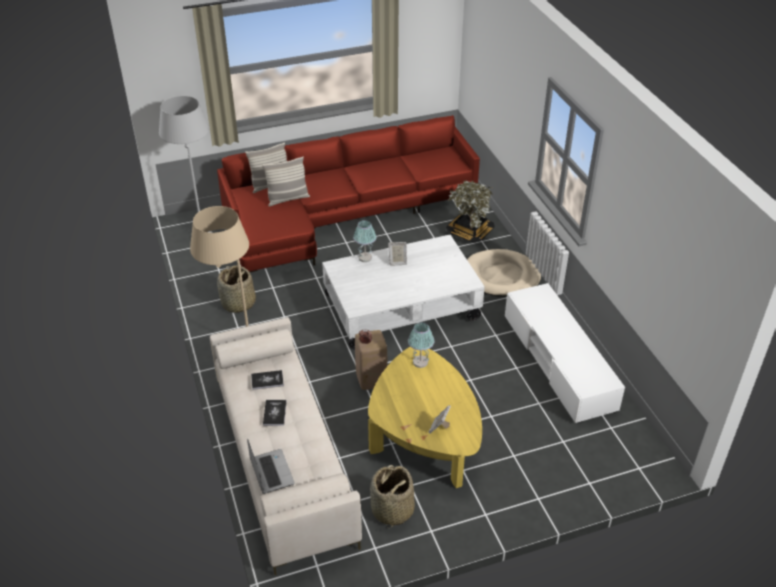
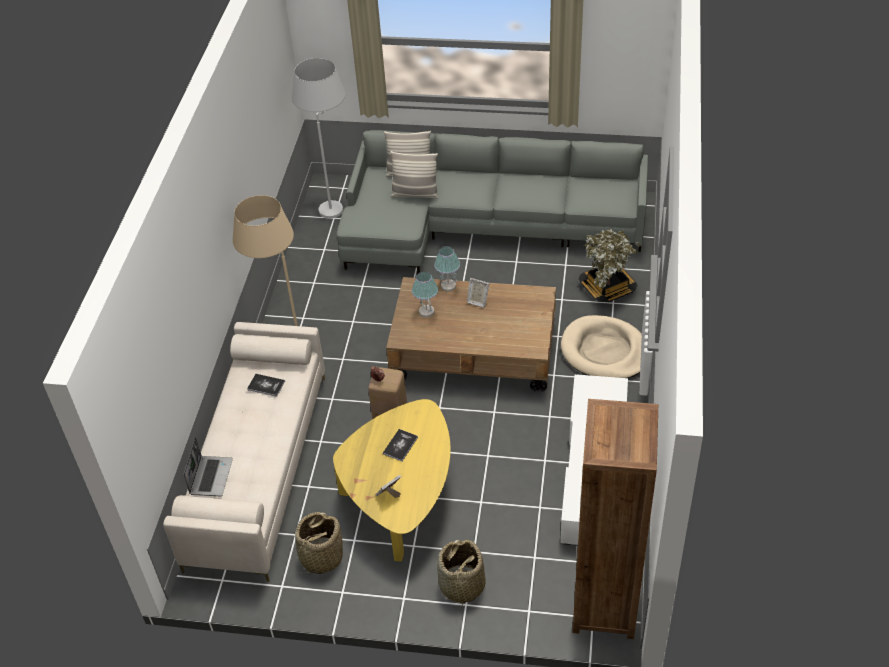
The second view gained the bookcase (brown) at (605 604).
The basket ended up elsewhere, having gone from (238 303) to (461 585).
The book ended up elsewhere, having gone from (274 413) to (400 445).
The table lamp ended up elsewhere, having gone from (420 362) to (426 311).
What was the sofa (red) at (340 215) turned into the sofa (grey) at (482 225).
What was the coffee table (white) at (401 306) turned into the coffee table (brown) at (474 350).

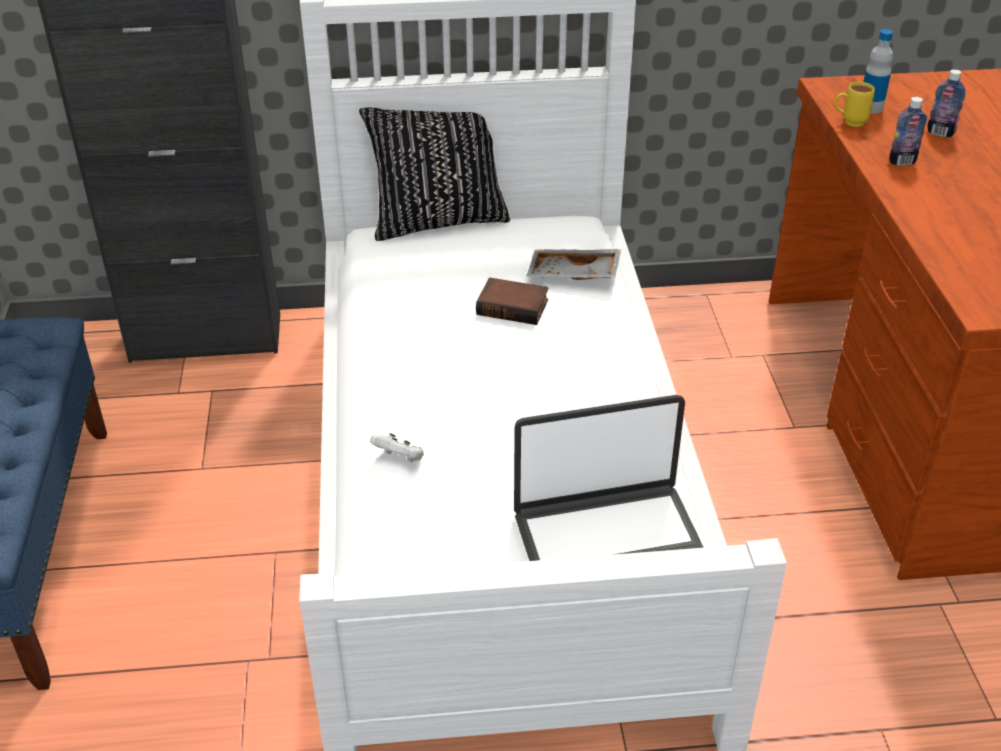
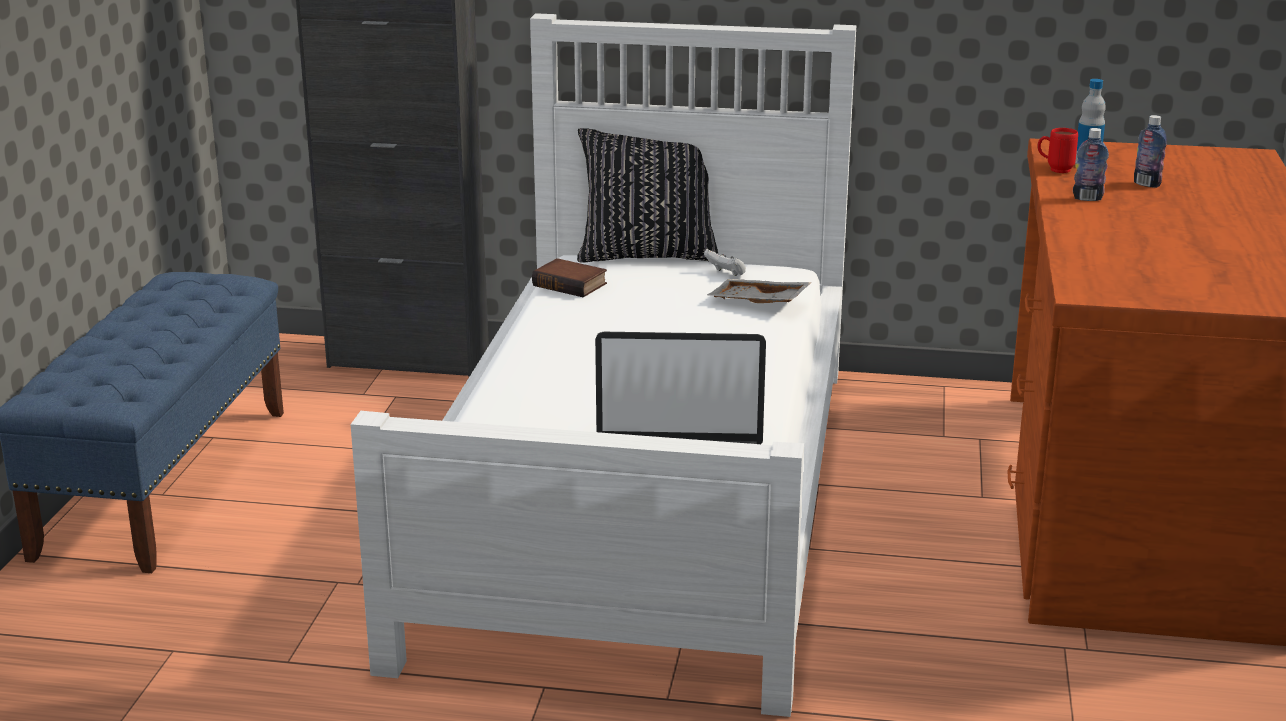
The game controller (white) ended up elsewhere, having gone from (400 458) to (726 273).
The book ended up elsewhere, having gone from (514 306) to (571 284).
What was the mug (yellow) at (849 123) turned into the mug (red) at (1054 170).

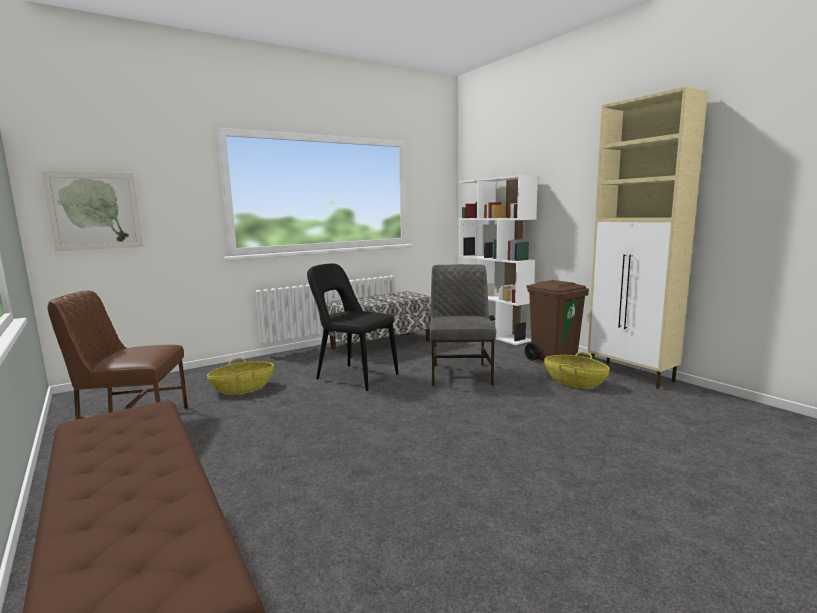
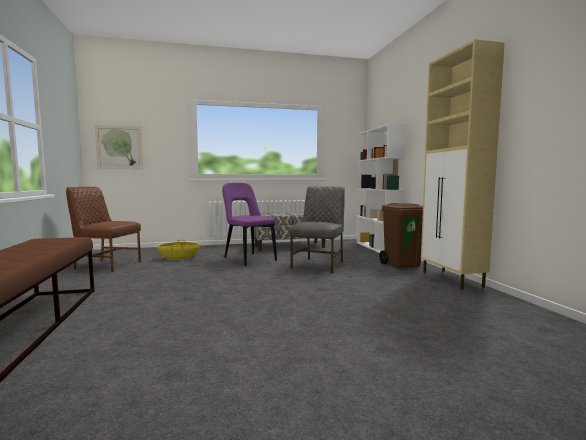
The second view lost the basket at (574 382).
What was the chair (black) at (354 377) turned into the chair (purple) at (248 259).

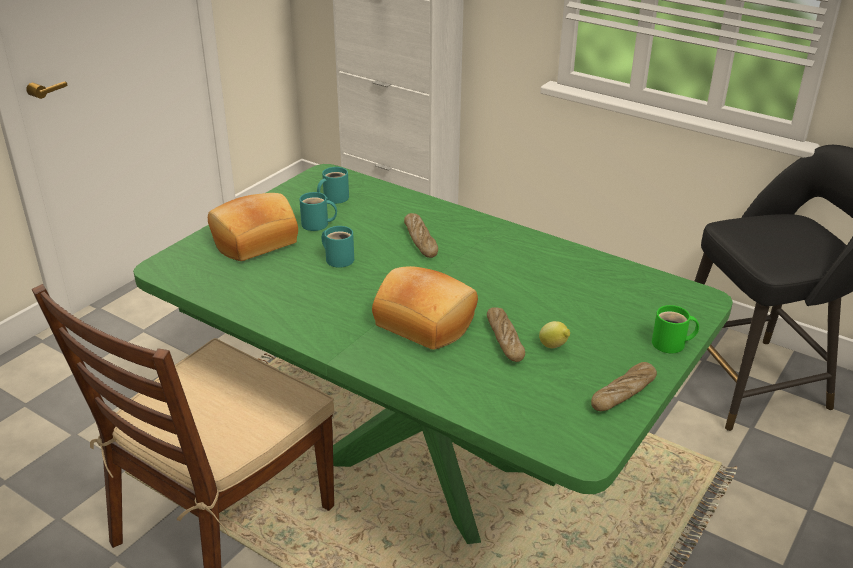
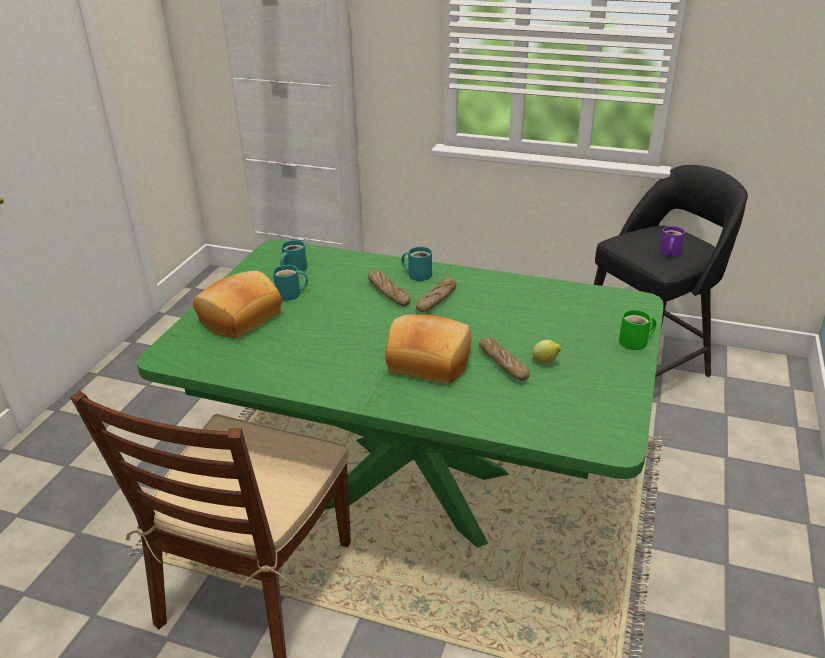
The second view gained the mug (purple) at (669 252).
The mug (turquoise) ended up elsewhere, having gone from (338 258) to (418 274).
The bread ended up elsewhere, having gone from (623 393) to (436 300).

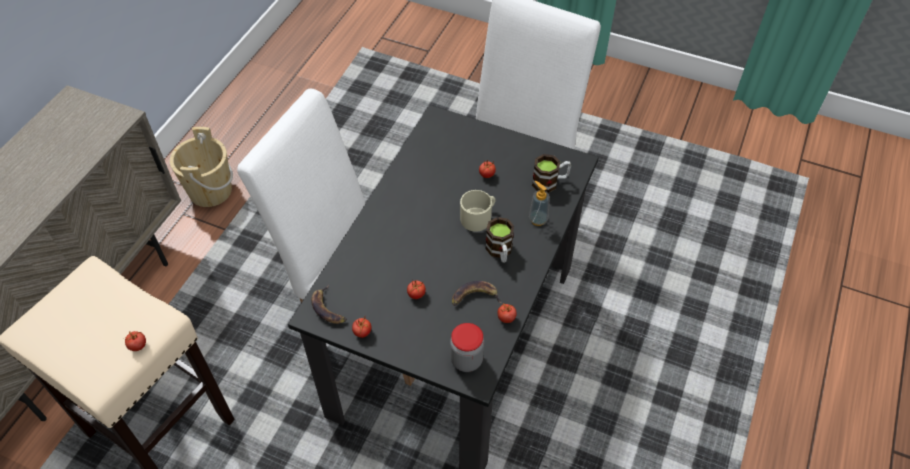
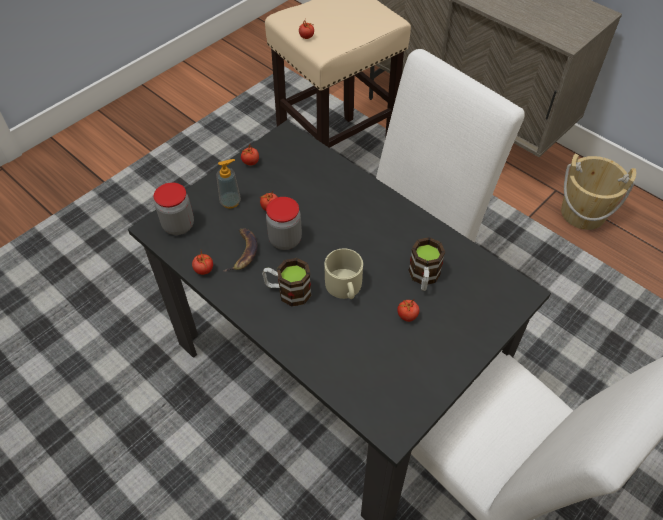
The second view lost the banana at (328 308).
The second view gained the jar at (285 240).
The soap dispenser ended up elsewhere, having gone from (538 219) to (230 202).
The mug ended up elsewhere, having gone from (550 182) to (424 278).

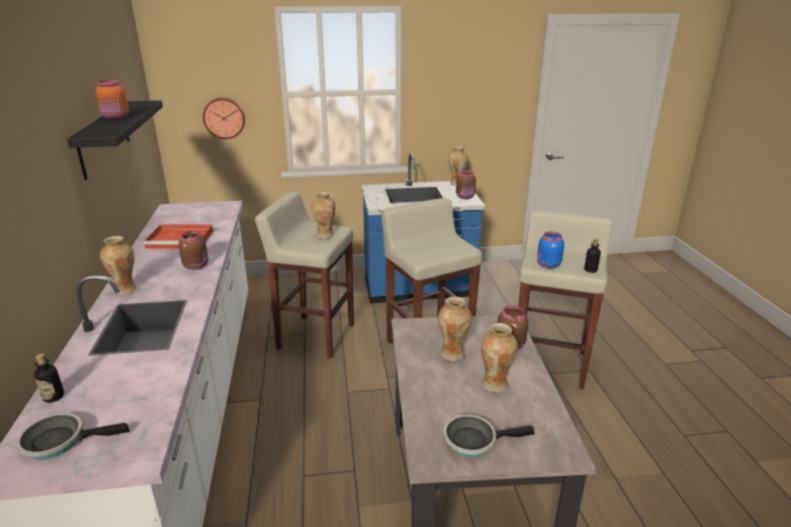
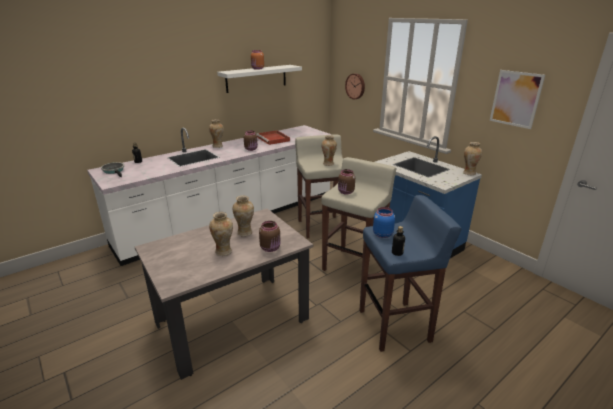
The second view lost the frying pan at (474 440).
The second view gained the picture at (515 99).
The jar (brown) ended up elsewhere, having gone from (465 197) to (346 192).
What was the shelf (black) at (104 138) turned into the shelf (white) at (256 78).
What was the stool (beige) at (549 363) turned into the stool (blue) at (395 325).

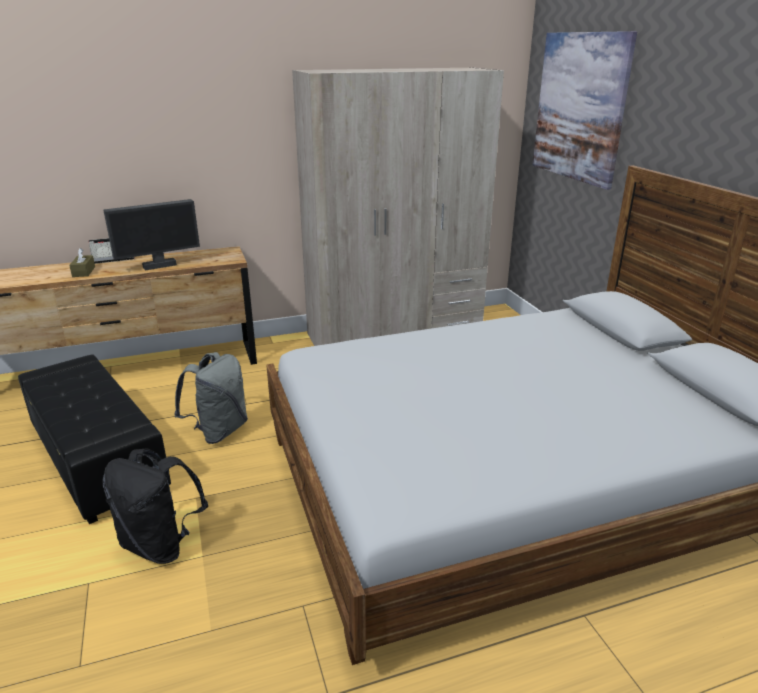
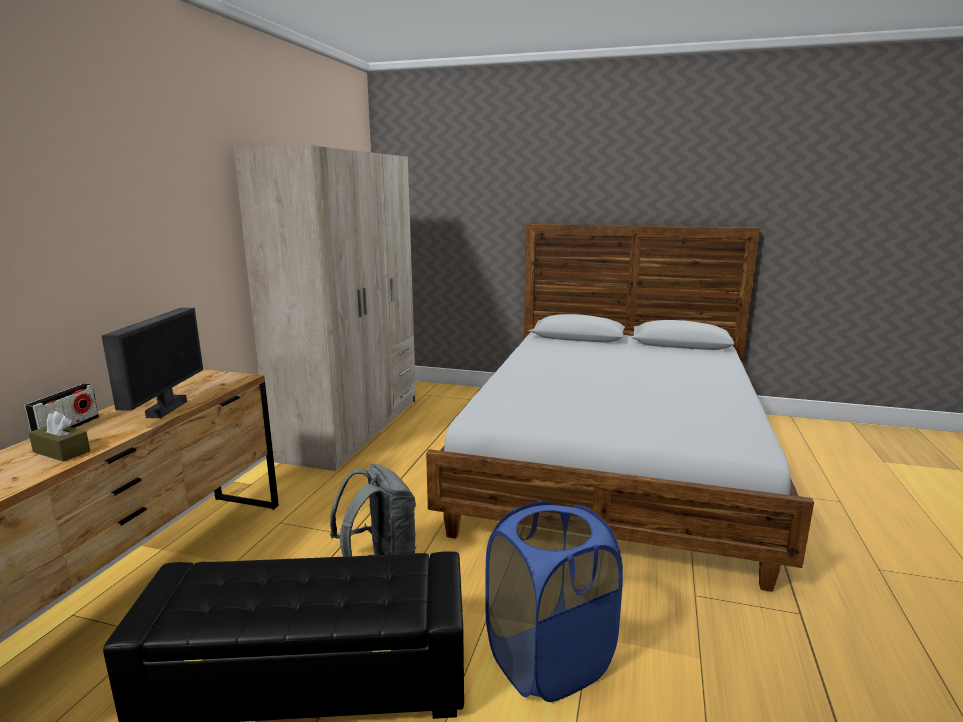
The second view lost the picture at (579 107).
Where the backpack (black) stood at (161 544), the laundry basket (blue) came to stand at (548 661).

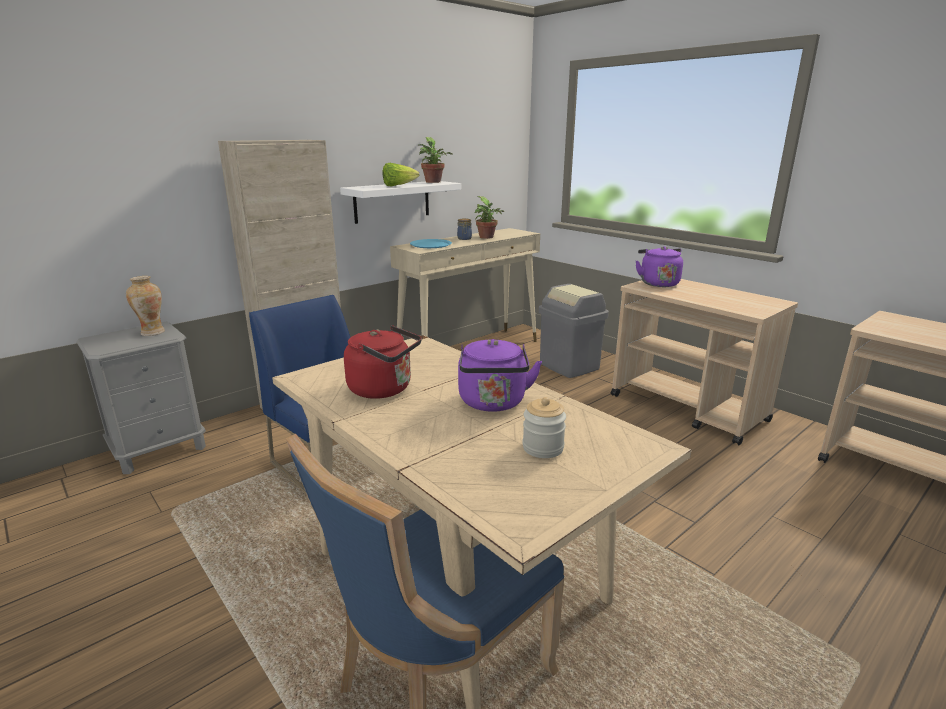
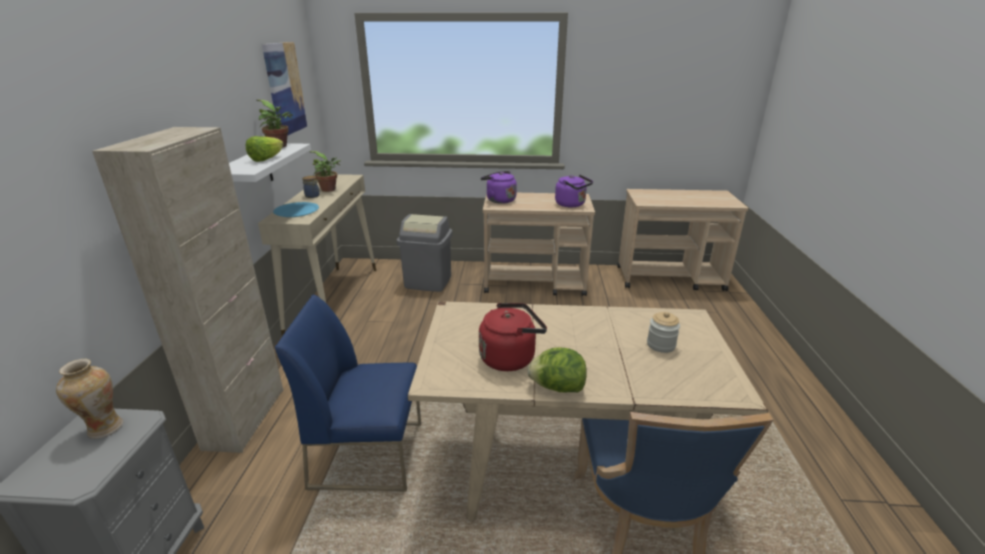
The second view gained the picture at (285 89).
The second view gained the lettuce at (557 388).
The kettle (purple) ended up elsewhere, having gone from (493 403) to (572 204).

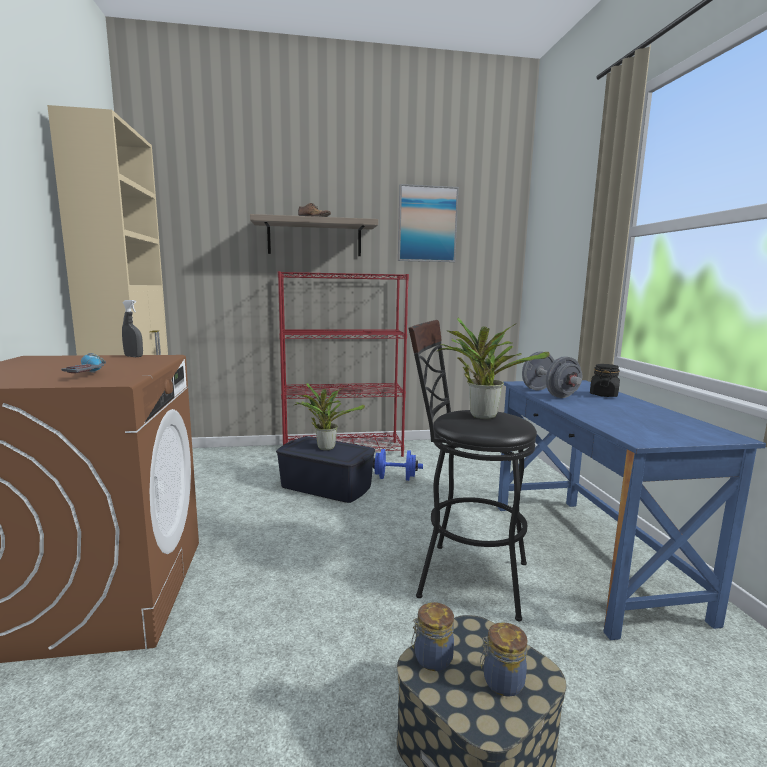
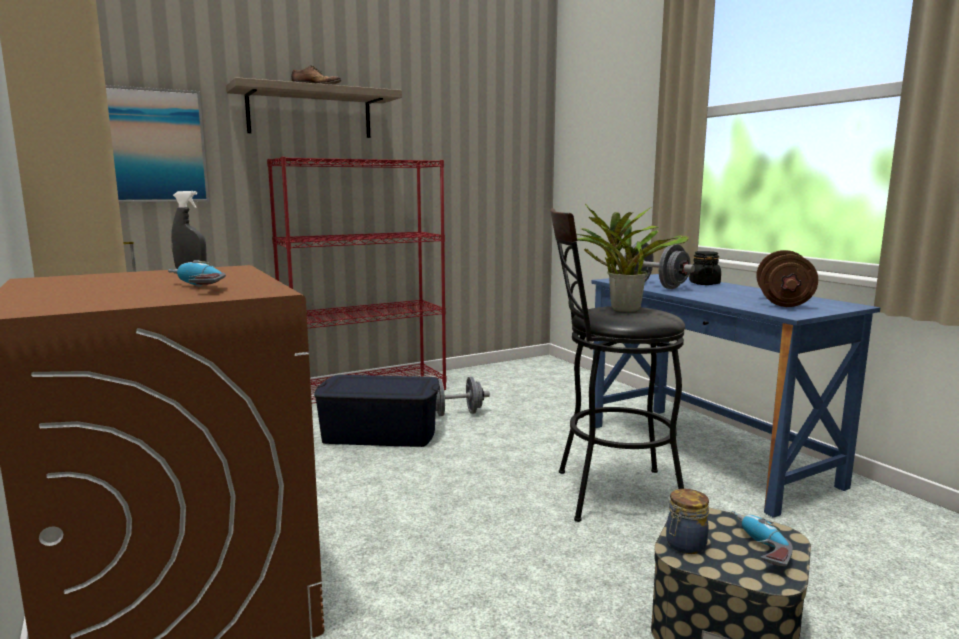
The second view lost the potted plant at (325 447).
The second view gained the dumbbell (brown) at (783 302).
The picture ended up elsewhere, having gone from (427 224) to (155 146).
Where the jar stood at (501 682), the power drill came to stand at (757 547).
What was the dumbbell (blue) at (395 478) turned into the dumbbell (grey) at (456 413).

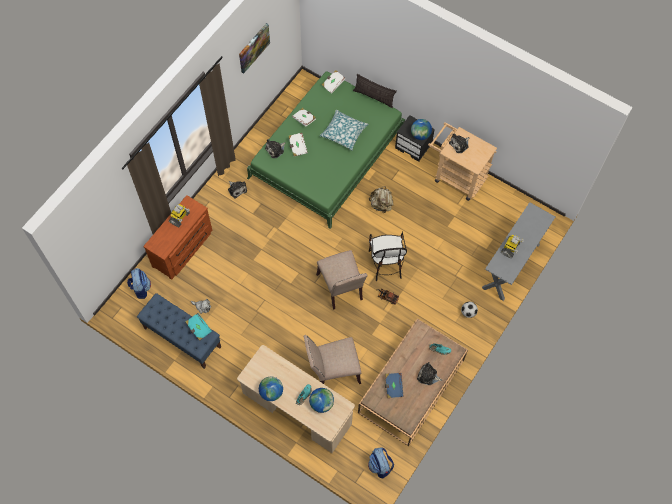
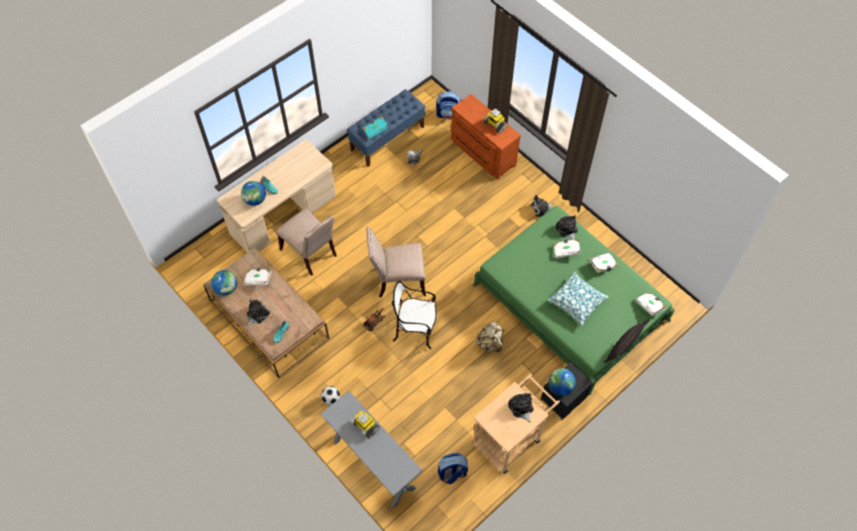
The second view lost the picture at (253 47).
The globe ended up elsewhere, having gone from (271 392) to (226 288).
The backpack ended up elsewhere, having gone from (380 466) to (452 473).
What was the book (blue) at (393 387) turned into the book (white) at (258 279).
The chair (beige) at (332 370) ended up facing another way, 135 degrees clockwise from before.

